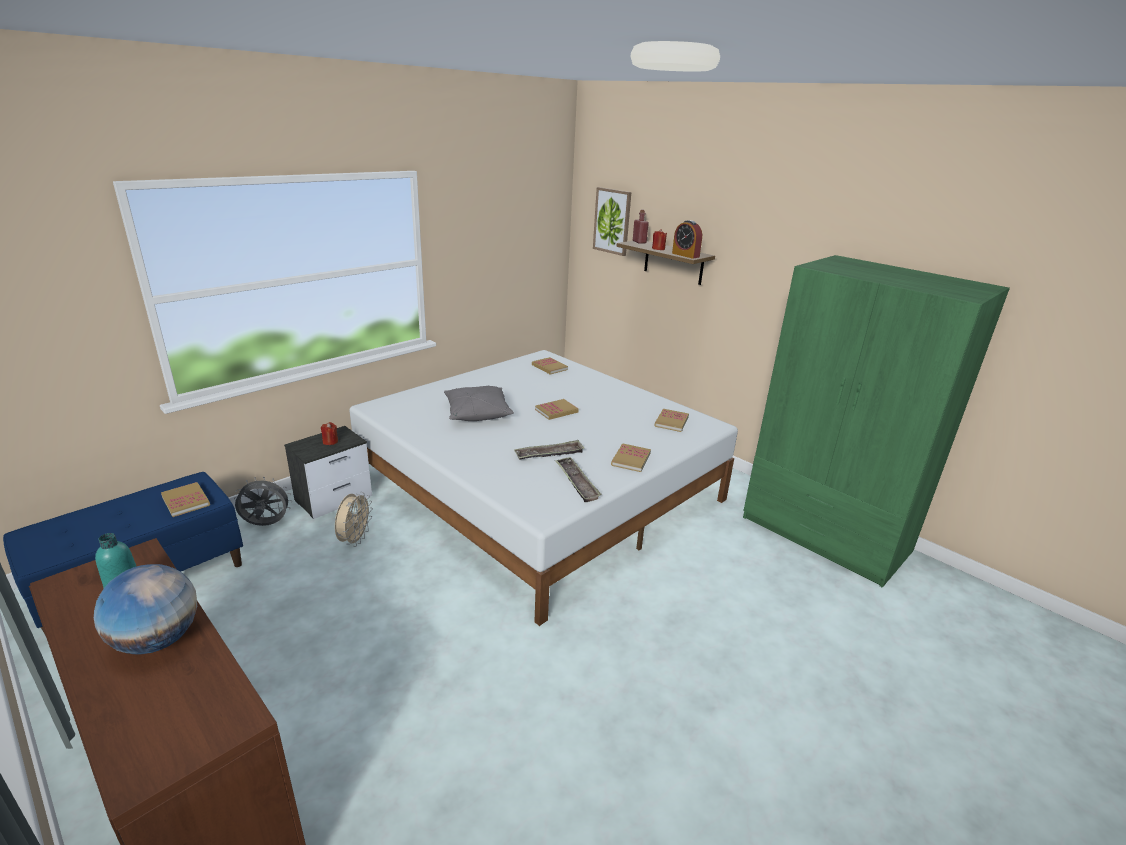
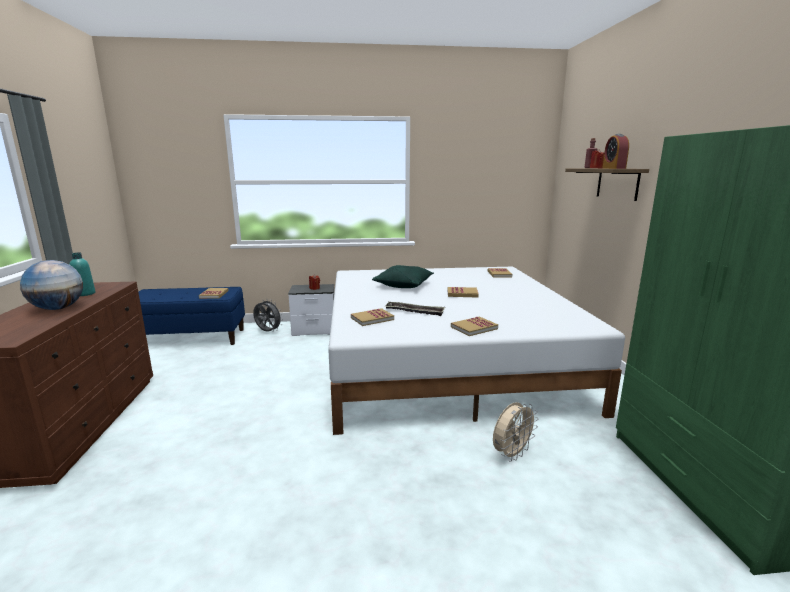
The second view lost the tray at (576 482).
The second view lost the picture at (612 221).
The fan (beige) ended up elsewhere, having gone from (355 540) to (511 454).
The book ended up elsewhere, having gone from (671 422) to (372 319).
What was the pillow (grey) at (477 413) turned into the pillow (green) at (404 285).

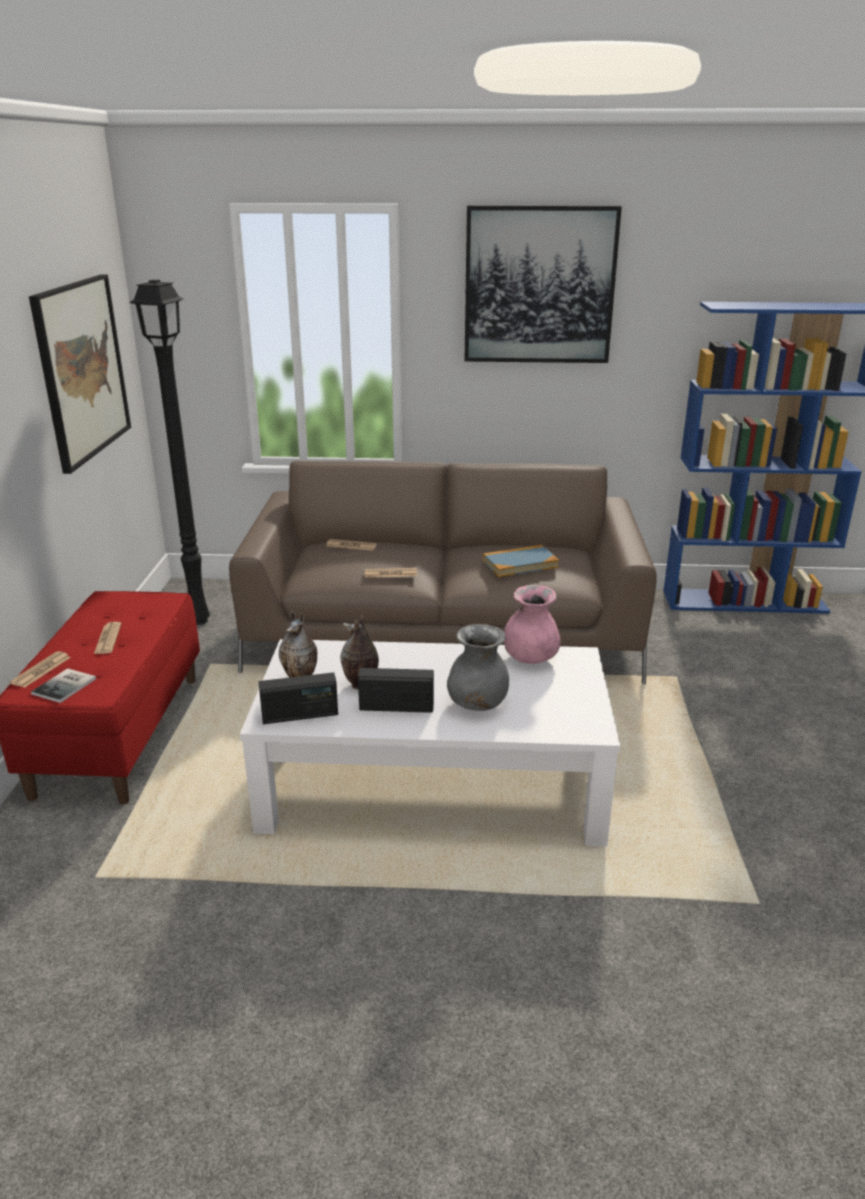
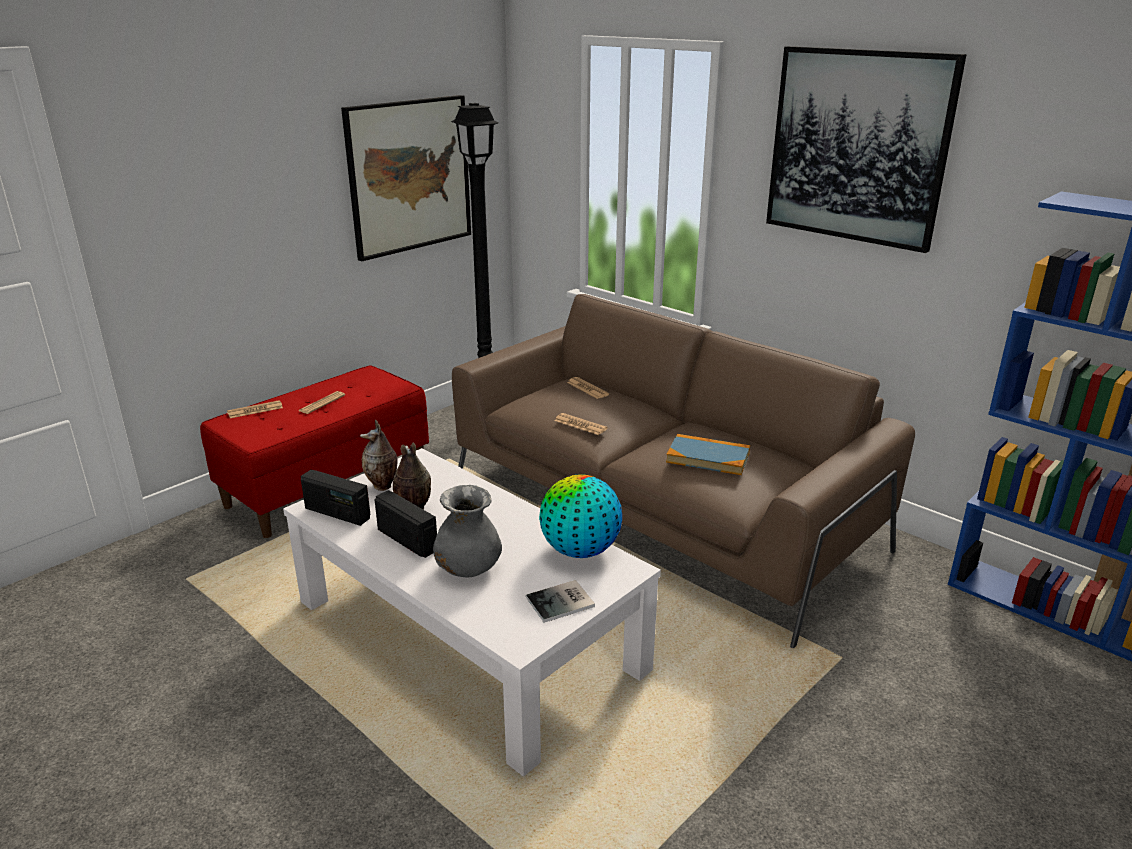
The book ended up elsewhere, having gone from (66 686) to (562 602).
Where the vase (pink) stood at (530 658), the globe came to stand at (580 550).

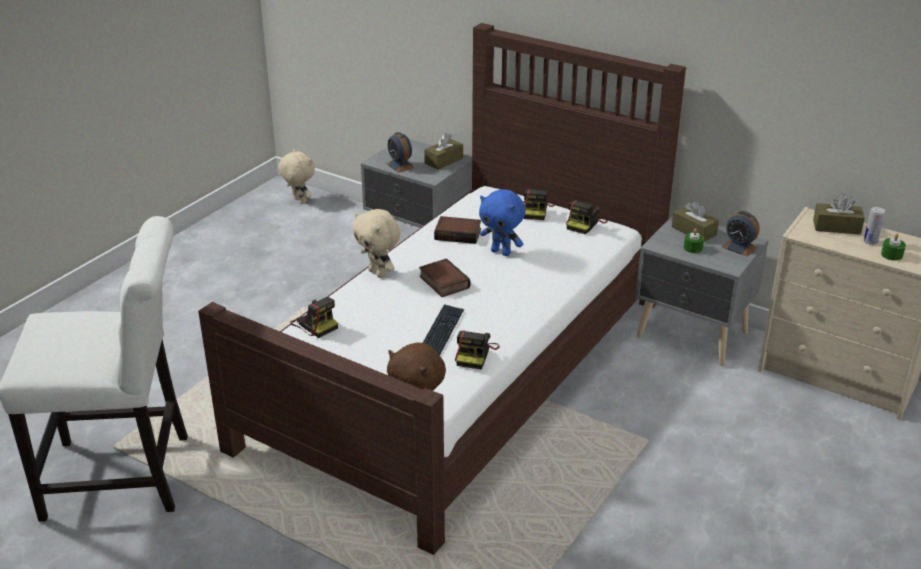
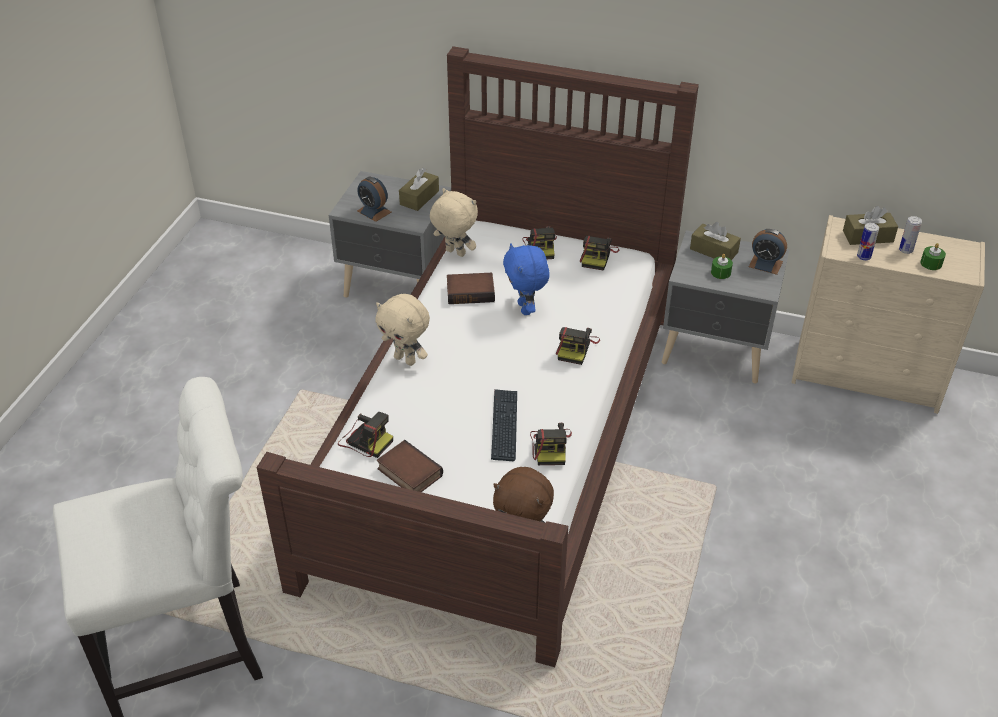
The second view gained the photo camera at (576 348).
The second view gained the can at (863 257).
The plush toy (beige) ended up elsewhere, having gone from (299 201) to (454 253).
The book ended up elsewhere, having gone from (442 282) to (408 473).
The plush toy (blue) at (501 252) ended up facing another way, 60 degrees clockwise from before.

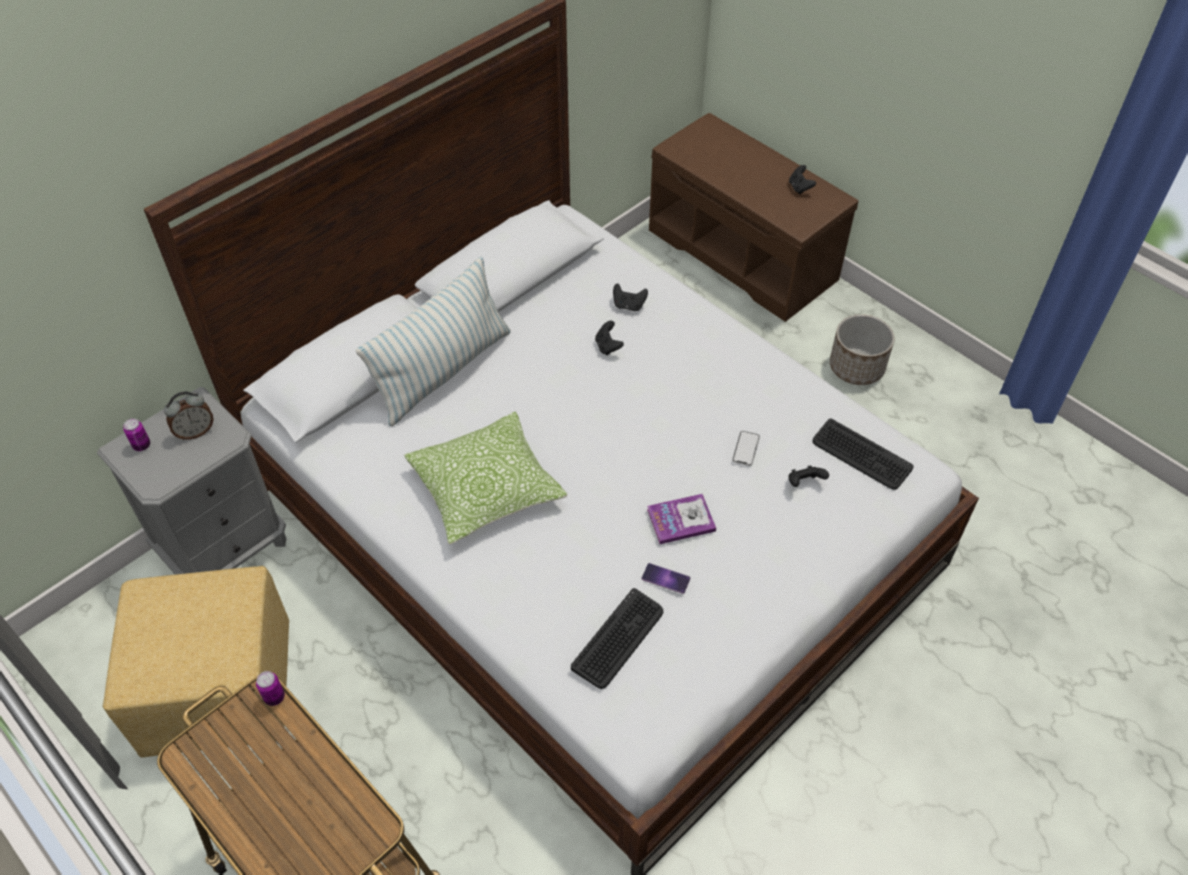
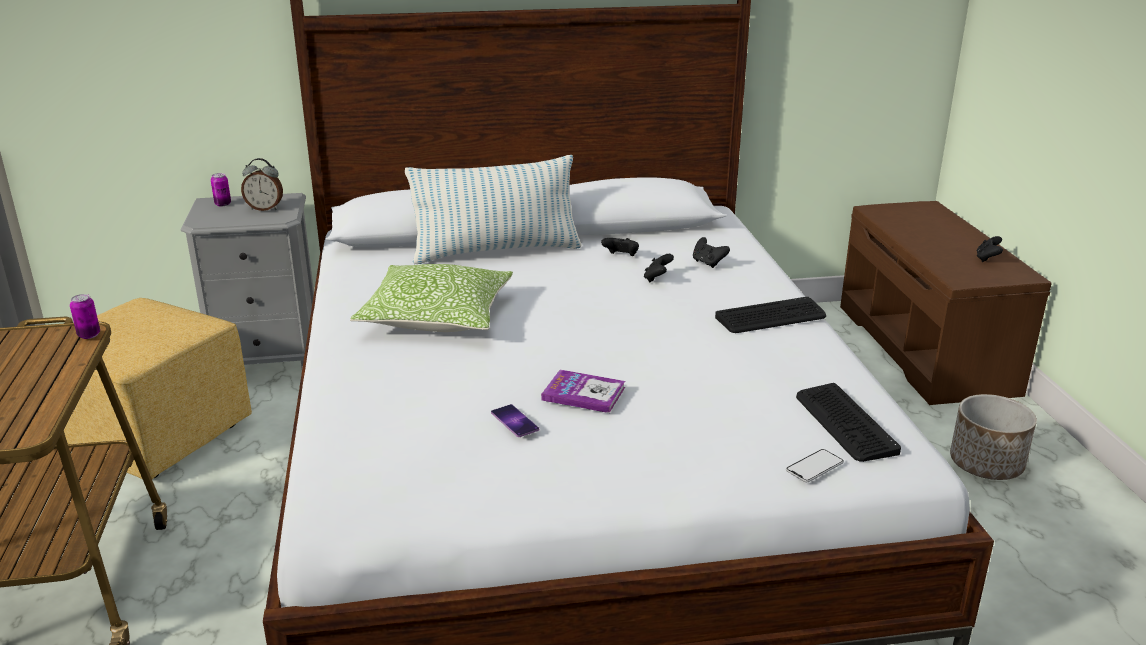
The keyboard ended up elsewhere, having gone from (618 639) to (771 317).
The phone ended up elsewhere, having gone from (746 449) to (814 467).
The game controller (black) ended up elsewhere, having gone from (804 483) to (621 257).

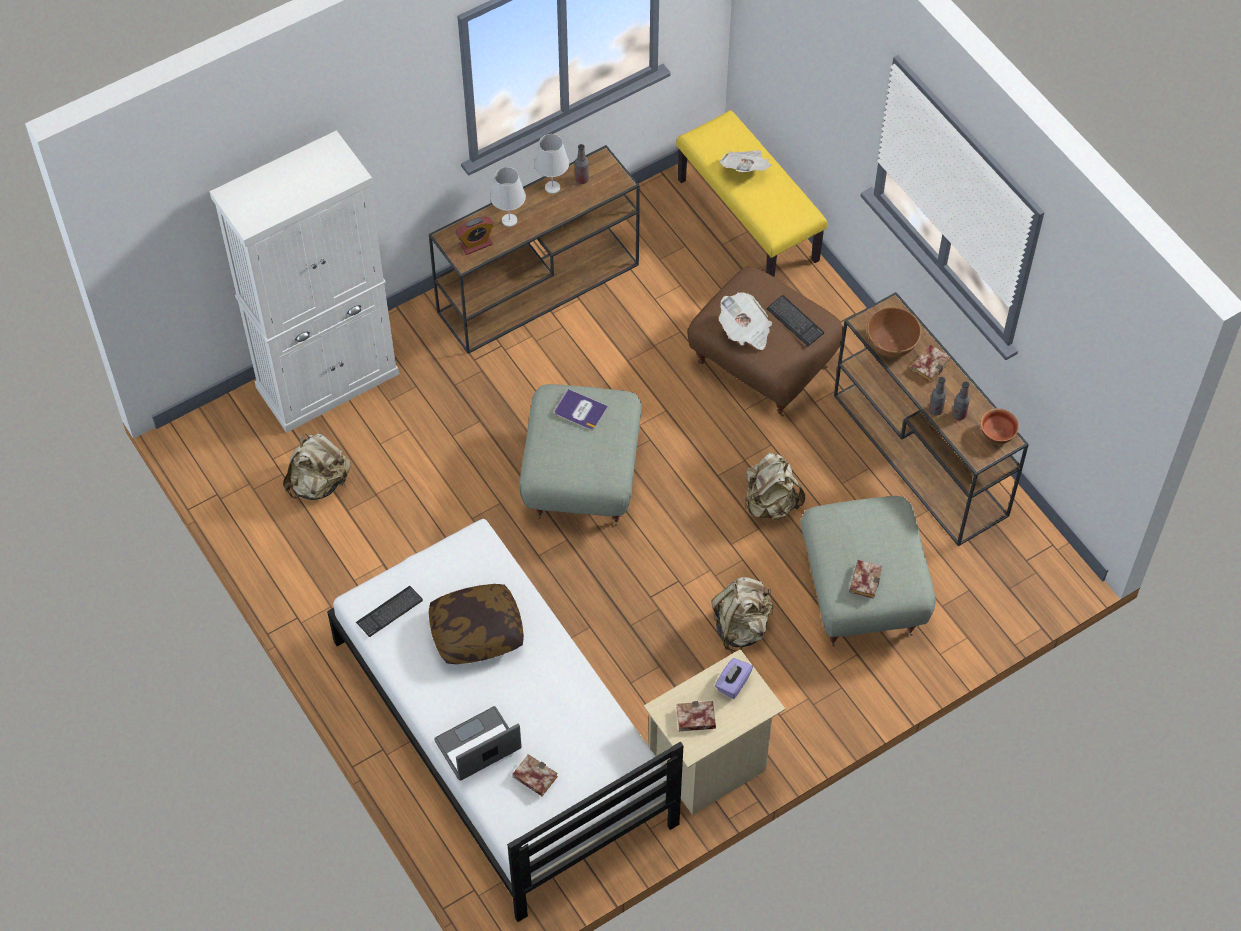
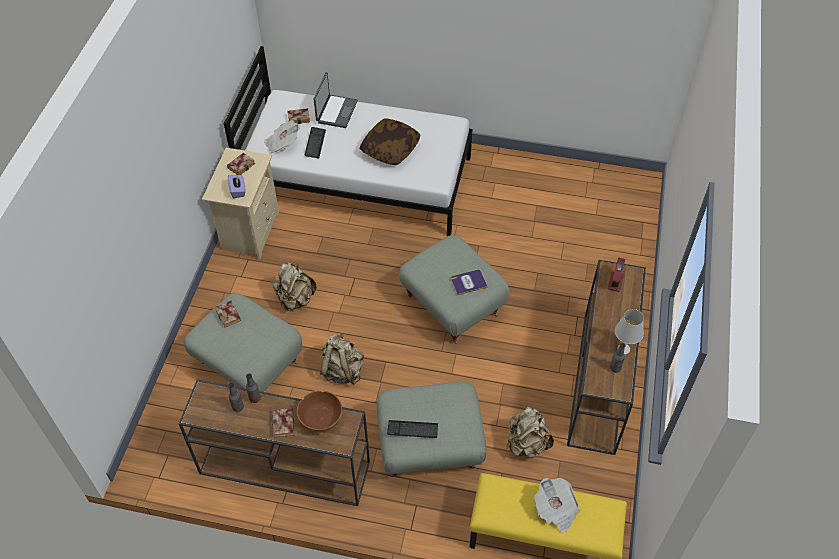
The second view lost the cabinet (white) at (328 380).
The second view lost the table lamp (white) at (509 220).
The second view lost the bowl at (997 434).
The backpack (beige) ended up elsewhere, having gone from (319 483) to (526 443).
The keyboard ended up elsewhere, having gone from (389 612) to (315 143).
The newspaper ended up elsewhere, having gone from (745 330) to (282 143).
What was the ottoman (brown) at (764 363) turned into the ottoman (grey) at (429 447).

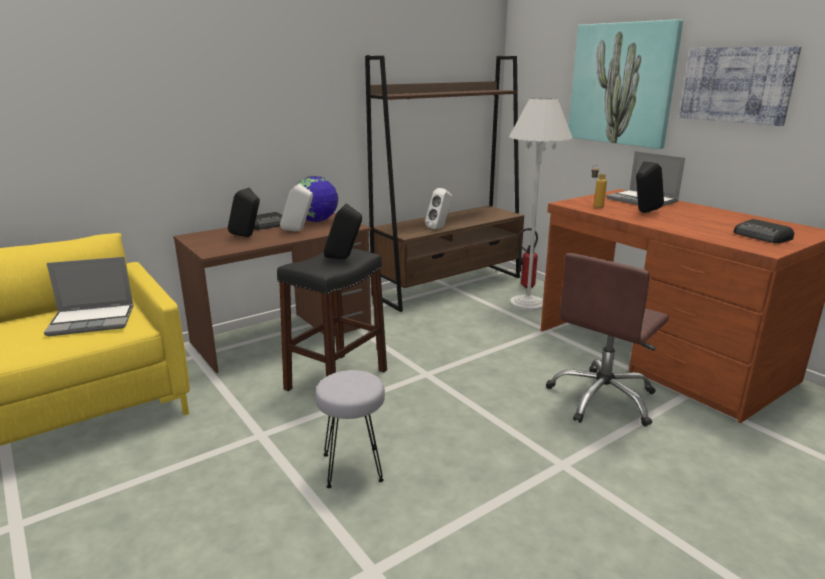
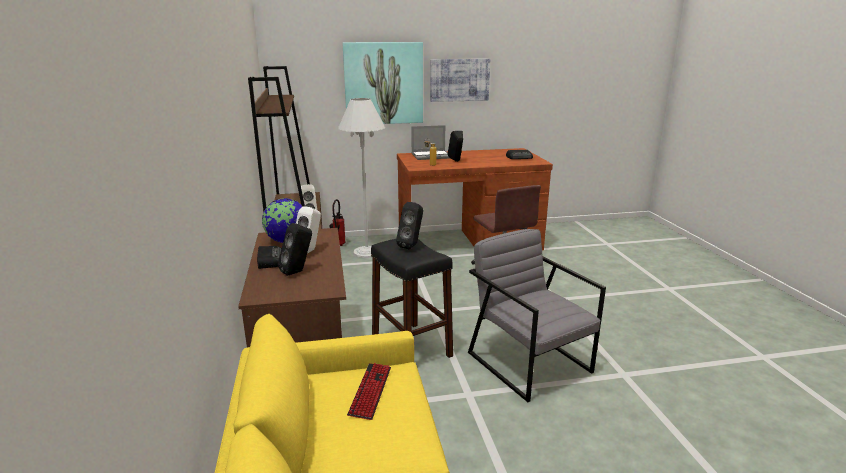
Where the laptop stood at (93 321), the keyboard came to stand at (370 391).
Where the stool (grey) stood at (354 467), the armchair (grey) came to stand at (529 362).

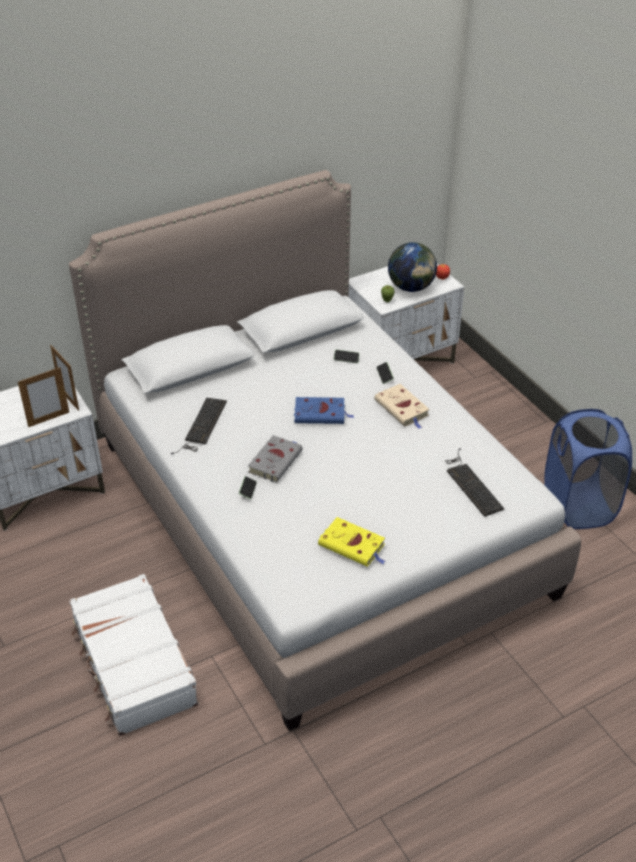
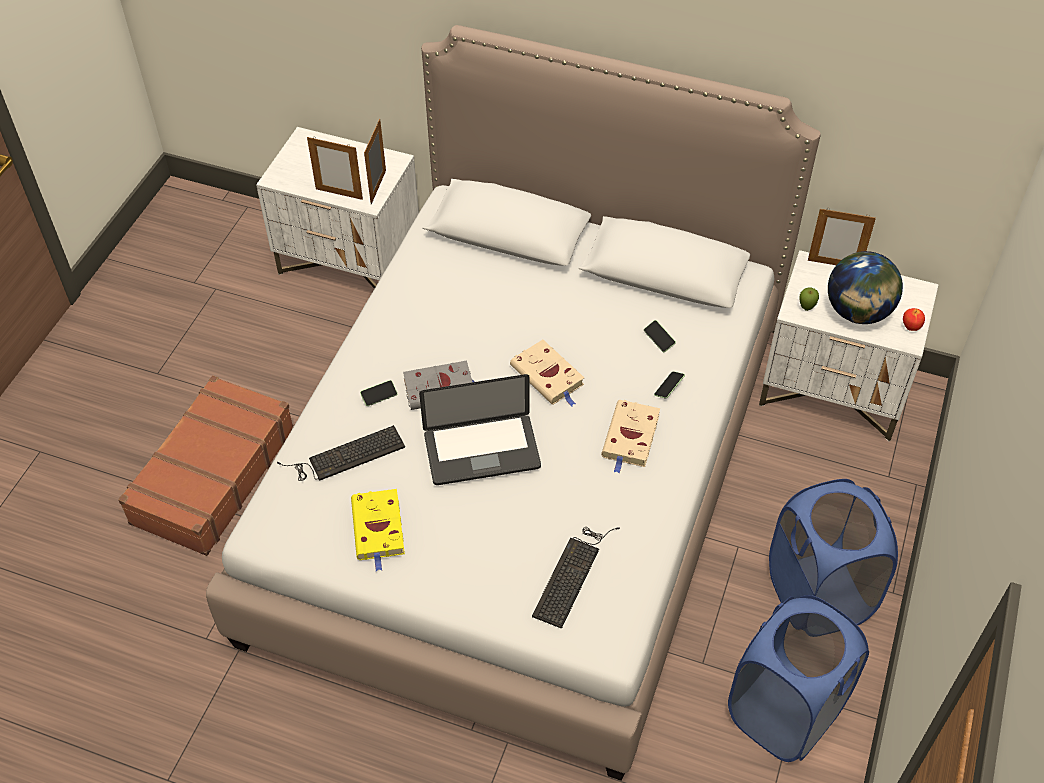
The second view gained the laptop at (482 451).
The second view gained the laundry basket (blue) at (818 595).
The second view gained the picture frame at (834 264).
The keyboard ended up elsewhere, having gone from (202 426) to (345 456).
What was the suitcase (white) at (133 664) turned into the suitcase (brown) at (212 476).
What was the book (blue) at (321 414) turned into the book (beige) at (549 377).

